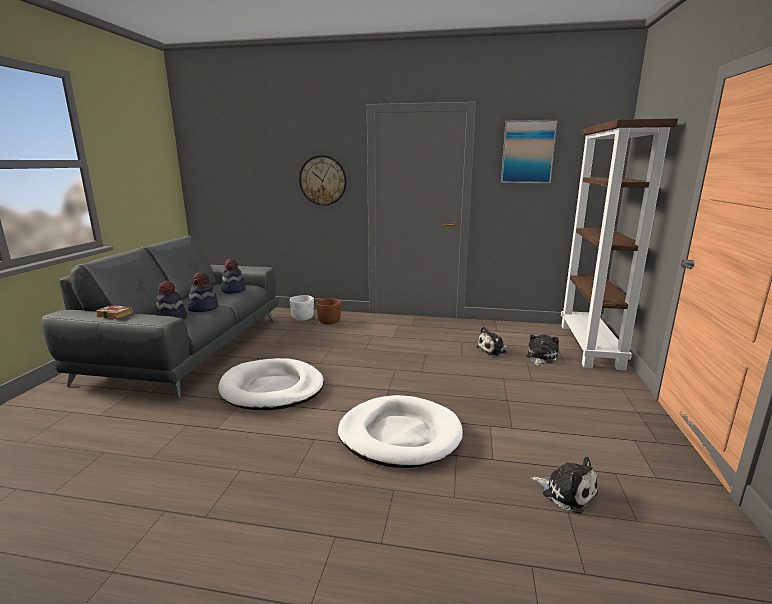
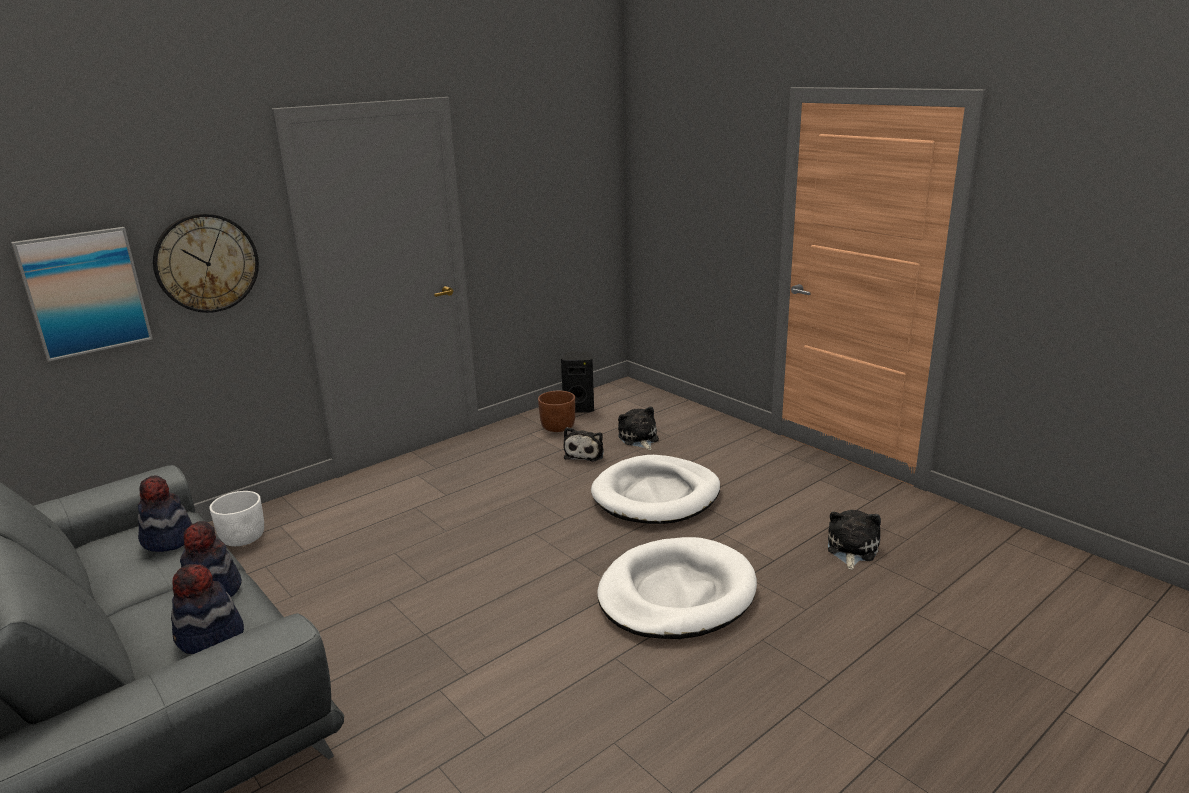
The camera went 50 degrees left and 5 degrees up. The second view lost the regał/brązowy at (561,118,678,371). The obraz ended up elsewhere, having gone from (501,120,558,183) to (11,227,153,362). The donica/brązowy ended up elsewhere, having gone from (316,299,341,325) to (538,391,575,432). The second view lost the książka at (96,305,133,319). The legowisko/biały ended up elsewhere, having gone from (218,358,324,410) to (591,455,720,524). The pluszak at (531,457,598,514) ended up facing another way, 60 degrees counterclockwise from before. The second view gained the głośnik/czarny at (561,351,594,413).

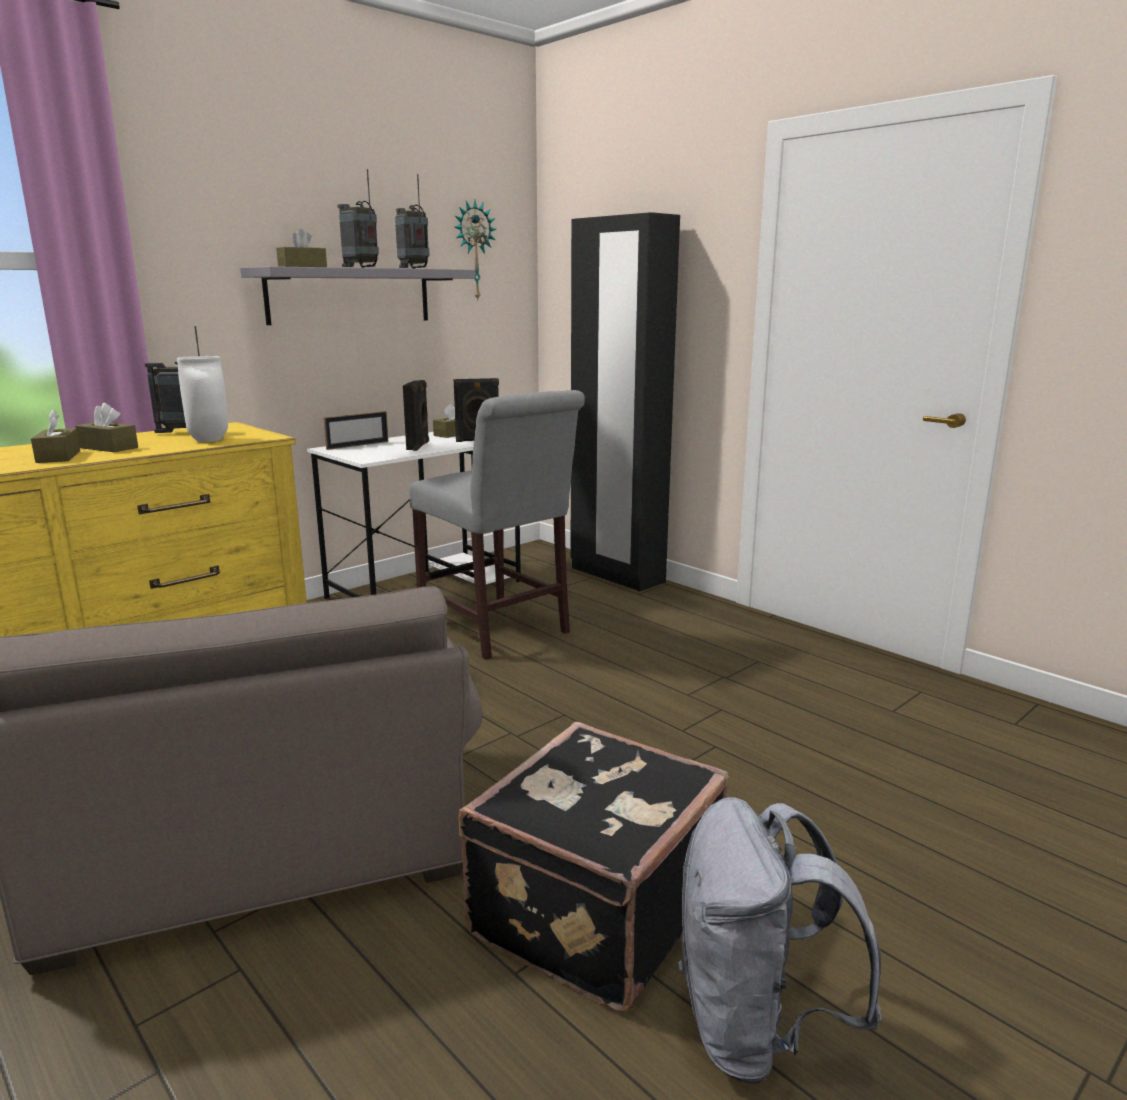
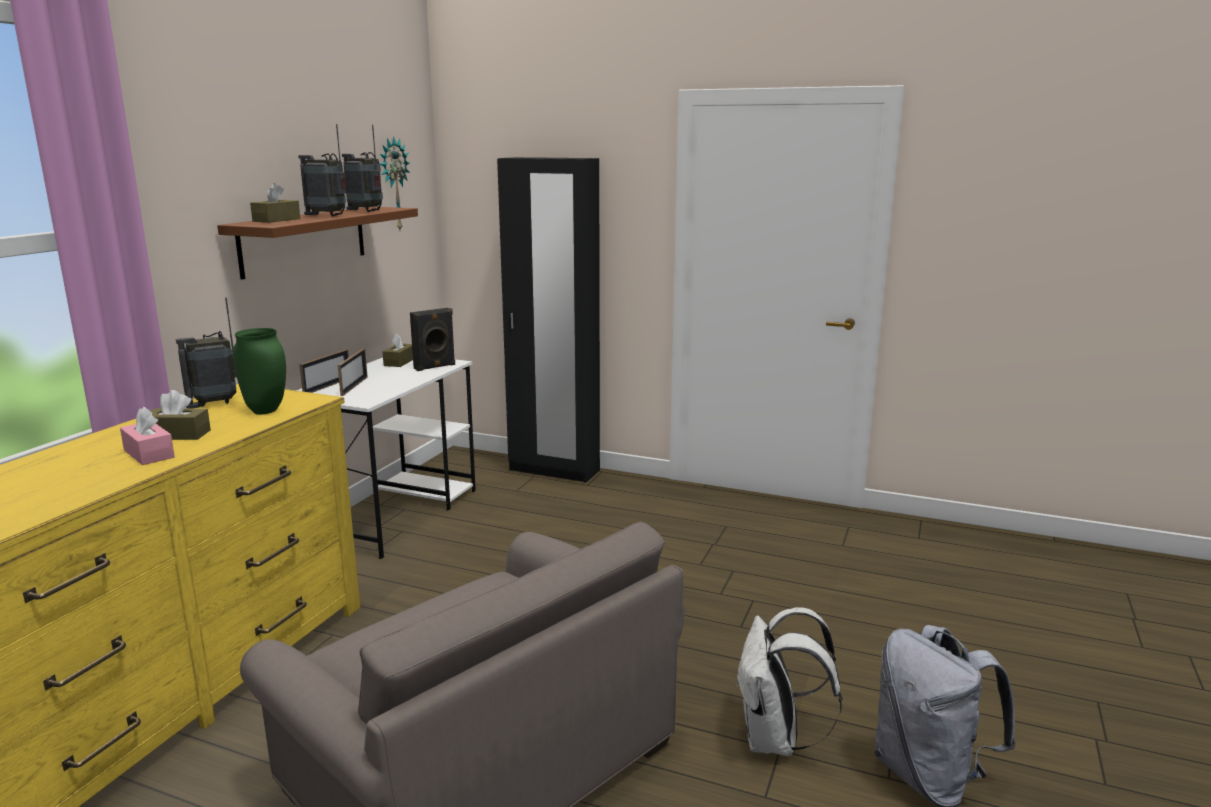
The camera went 25 degrees left and 0 degrees up. What was the półka/szary at (240,266,475,325) turned into the półka/brązowy at (217,207,418,280). What was the wazon/biały at (177,356,228,442) turned into the wazon/zielony at (233,328,286,415). The second view lost the głośnik/czarny at (403,380,429,451). The second view lost the krzesło/szary at (409,390,585,660). What was the pudełko chusteczek/brązowy at (31,409,80,463) turned into the pudełko chusteczek/różowy at (120,407,175,465). Where the walizka/czarny stood at (458,722,729,1013), the plecak/biały came to stand at (735,607,842,756). The second view gained the ramka na zdjęcie at (338,349,368,396).

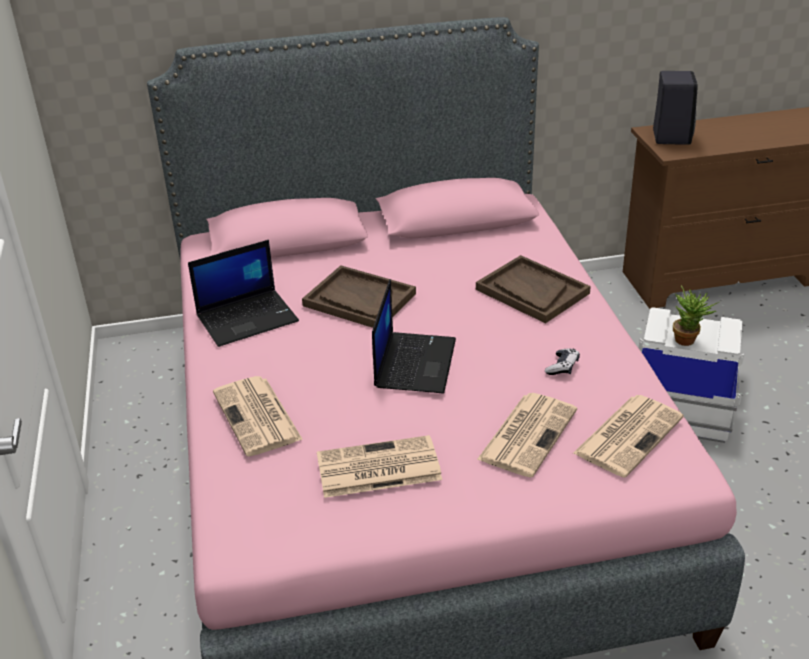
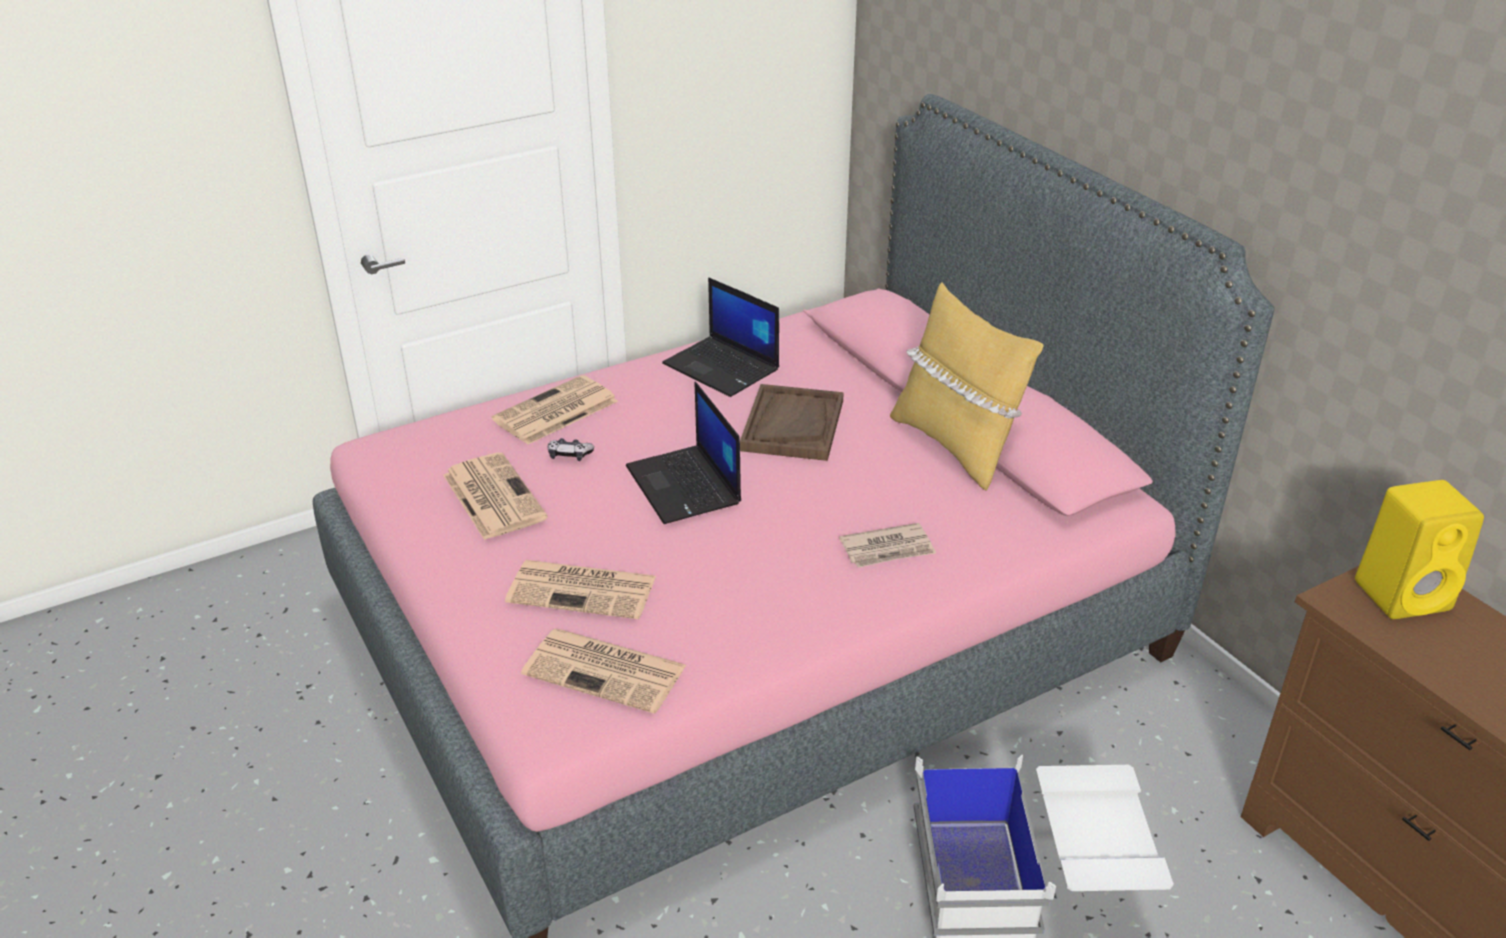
The camera went 70 degrees right and 0 degrees up. What was the głośnik/czarny at (653,71,698,145) turned into the głośnik/żółty at (1355,480,1484,619). Where the taca/brązowy stood at (476,255,591,324), the gazeta came to stand at (839,523,936,568). The laptop at (372,279,456,394) ended up facing another way, 75 degrees clockwise from before. The second view lost the roślina doniczkowa at (673,285,719,346). The pad do gier ended up elsewhere, having gone from (545,349,580,375) to (547,438,594,461). The second view gained the poduszka/żółty at (890,283,1044,491).

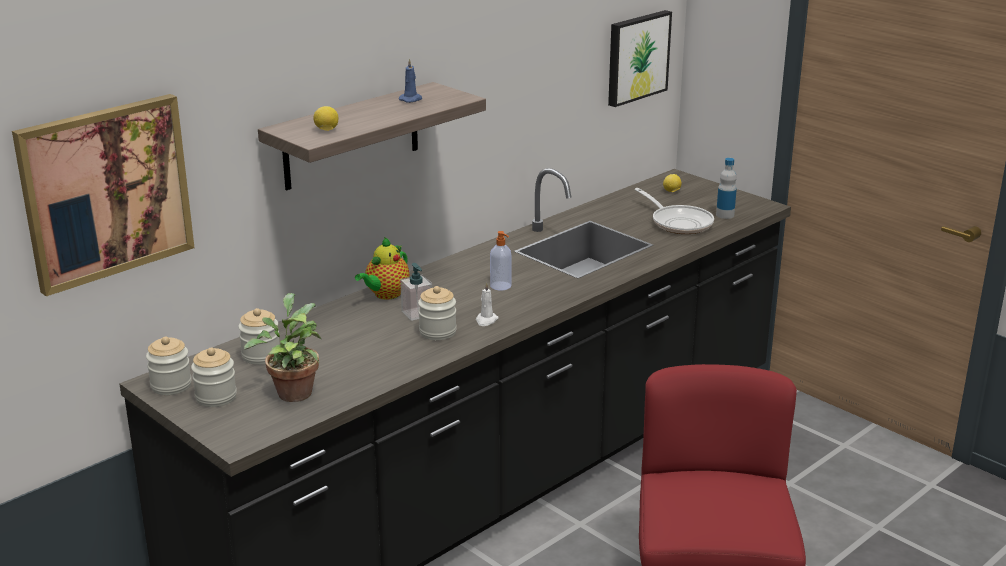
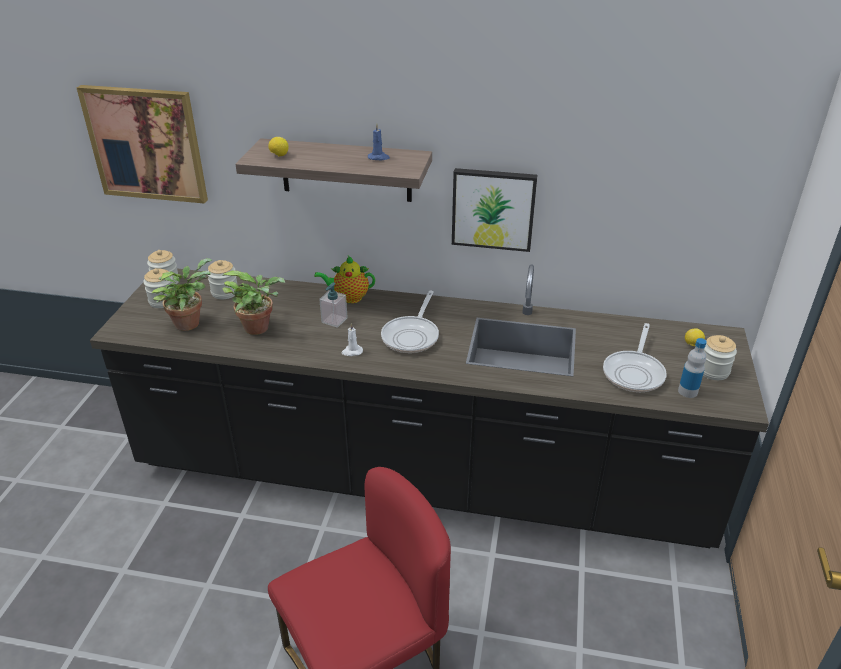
The camera went 55 degrees right and 10 degrees up. The obraz ended up elsewhere, having gone from (608,10,672,107) to (452,168,537,252). Where the dozownik mydła stood at (490,231,512,291), the patelnia came to stand at (381,291,439,353). The słoik ended up elsewhere, having gone from (418,286,457,340) to (703,335,737,380). The second view gained the roślina doniczkowa at (222,270,285,335).

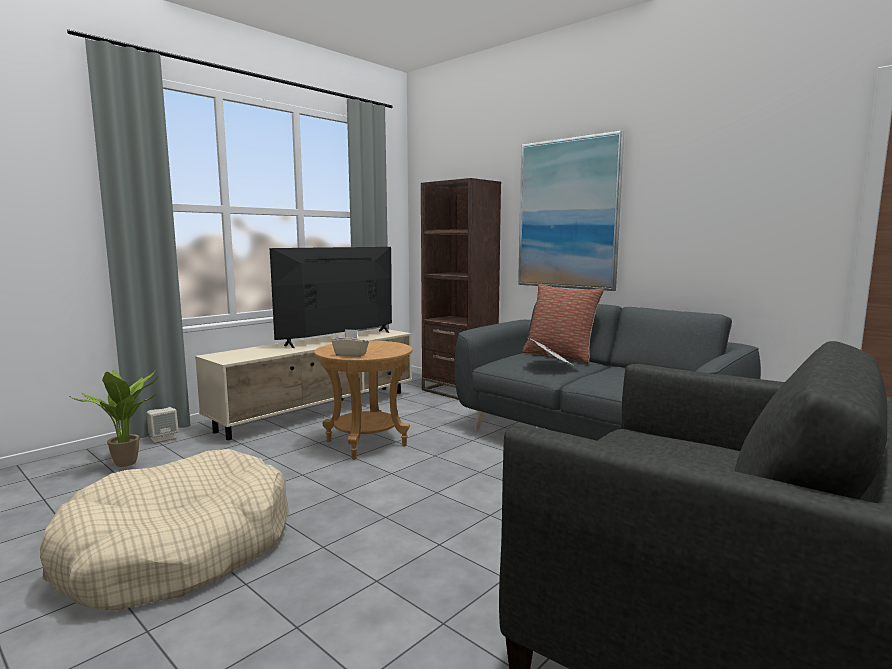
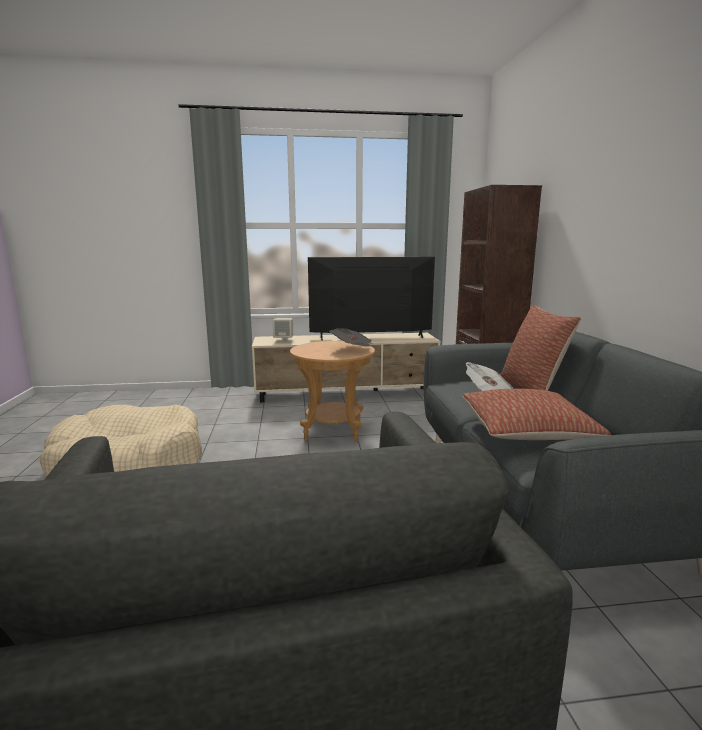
The camera went 40 degrees right and 5 degrees up. The second view lost the obraz at (518,130,624,291). The second view lost the pudełko chusteczek/beżowy at (332,329,369,357). The second view lost the roślina doniczkowa at (68,370,158,467). The głośnik/beżowy ended up elsewhere, having gone from (147,407,179,443) to (273,318,293,342). The second view gained the gazeta at (329,328,373,347). The second view gained the poduszka at (462,389,611,440).

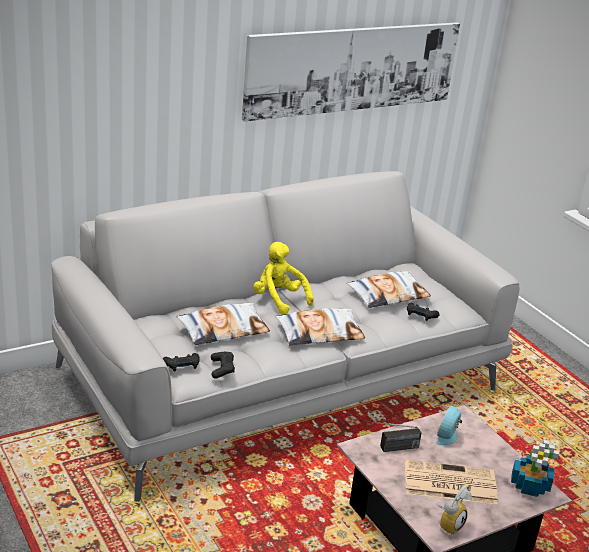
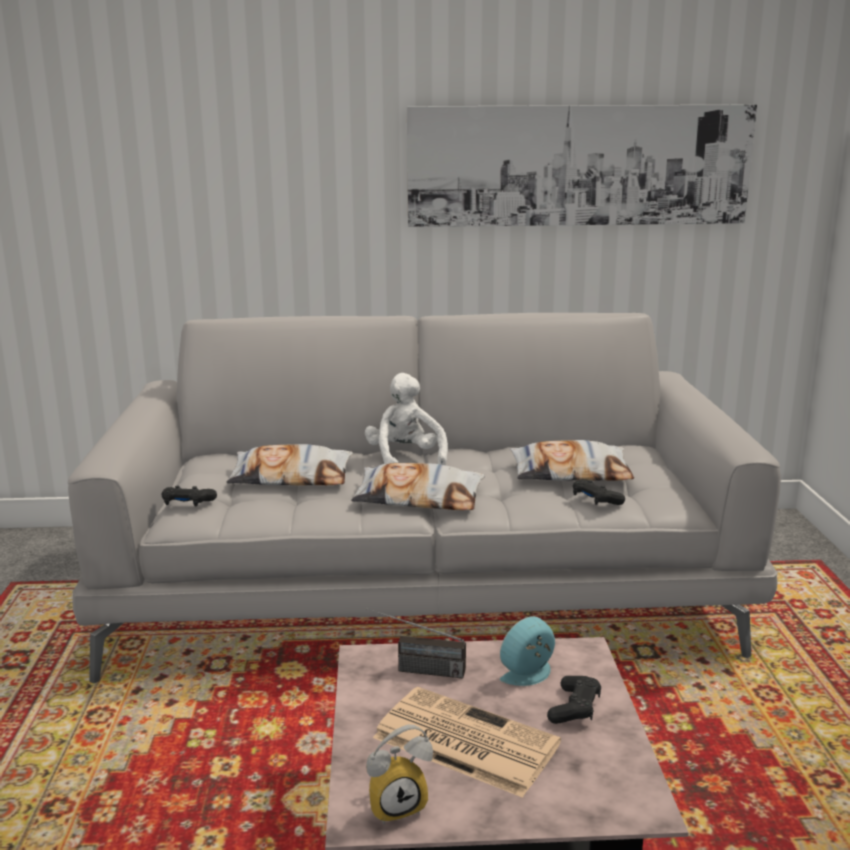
The camera went 30 degrees right and 10 degrees down. What was the pluszak/żółty at (254,242,314,315) turned into the pluszak/biały at (365,373,448,465). The pad do gier/czarny ended up elsewhere, having gone from (211,352,235,379) to (547,676,601,724). The second view lost the roślina doniczkowa at (511,440,559,497).

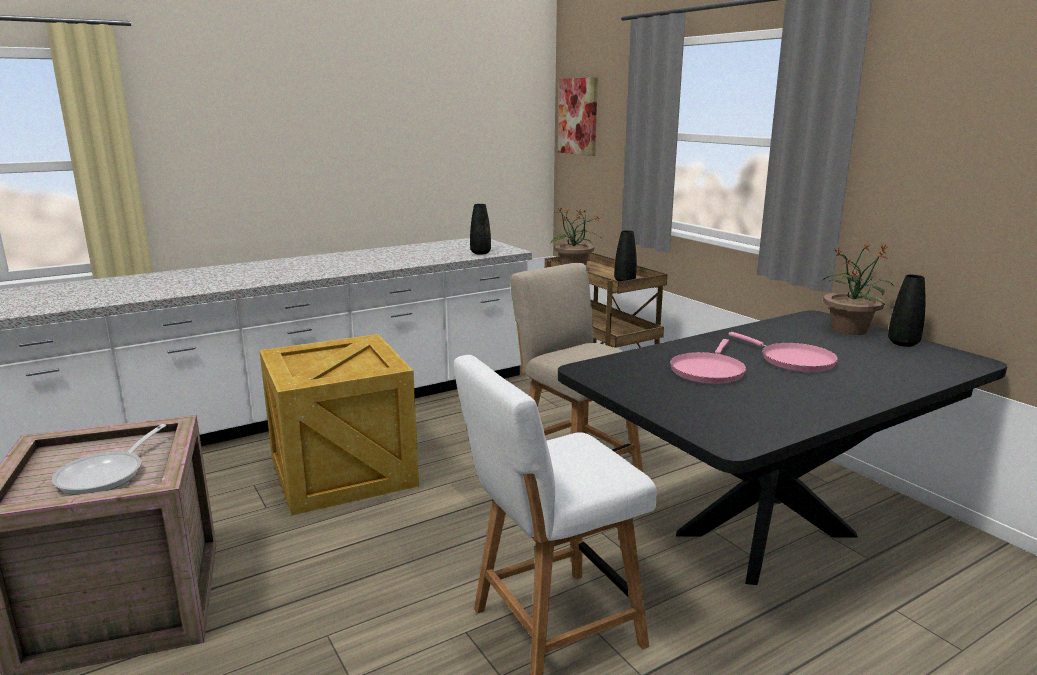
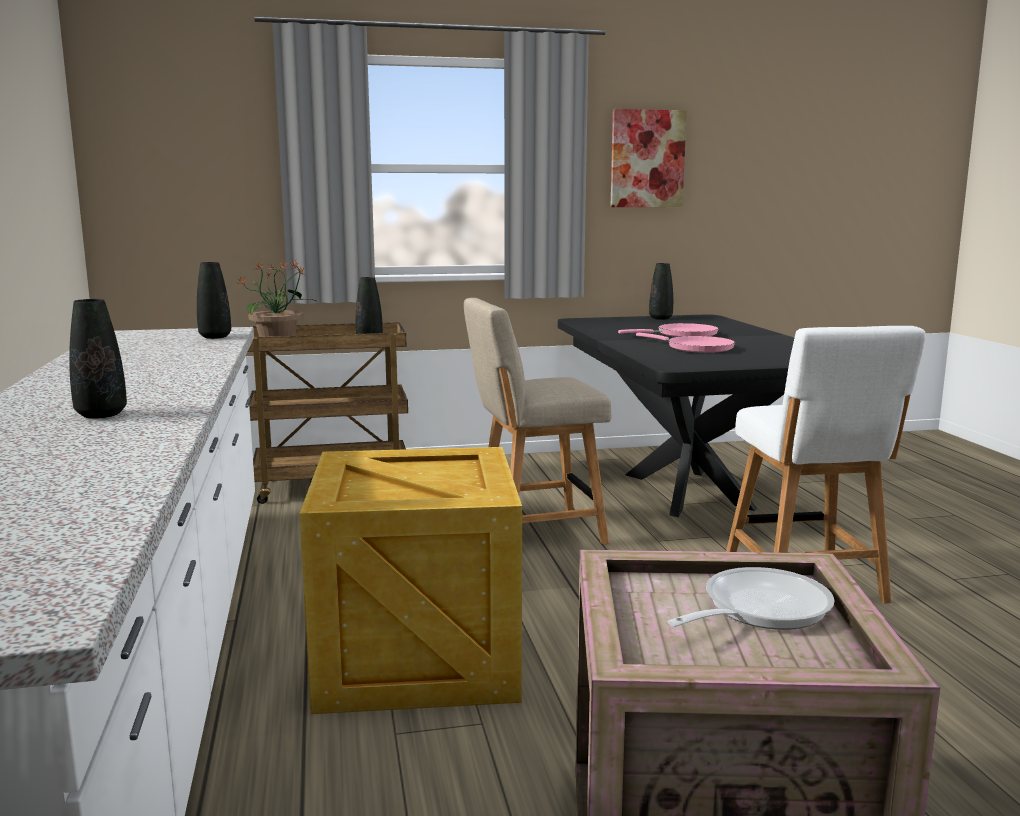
The camera went 70 degrees left and 5 degrees down. The obraz ended up elsewhere, having gone from (558,77,598,156) to (611,109,687,207). The second view lost the roślina doniczkowa at (823,241,893,335). The patelnia at (52,424,166,495) ended up facing another way, 75 degrees counterclockwise from before. The second view gained the wazon/czarny at (69,299,127,419).

